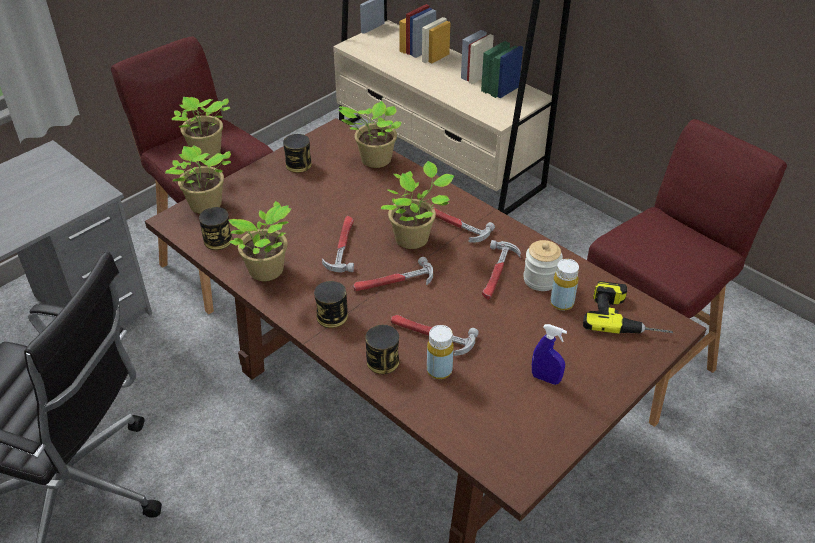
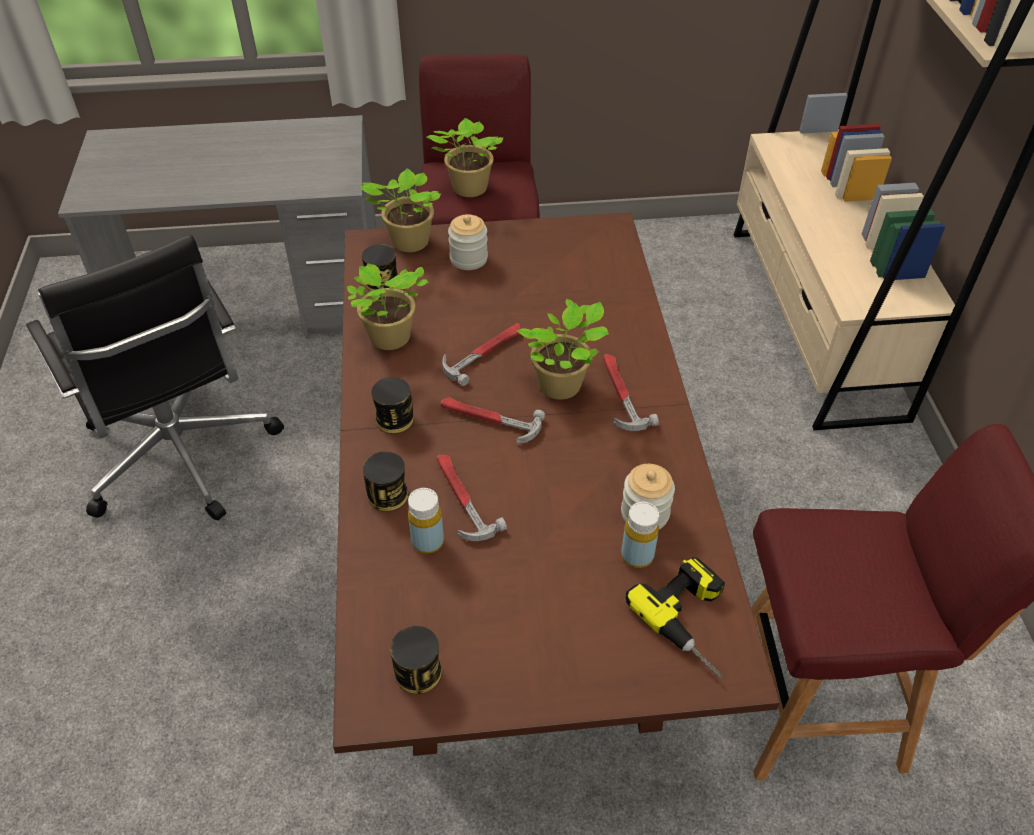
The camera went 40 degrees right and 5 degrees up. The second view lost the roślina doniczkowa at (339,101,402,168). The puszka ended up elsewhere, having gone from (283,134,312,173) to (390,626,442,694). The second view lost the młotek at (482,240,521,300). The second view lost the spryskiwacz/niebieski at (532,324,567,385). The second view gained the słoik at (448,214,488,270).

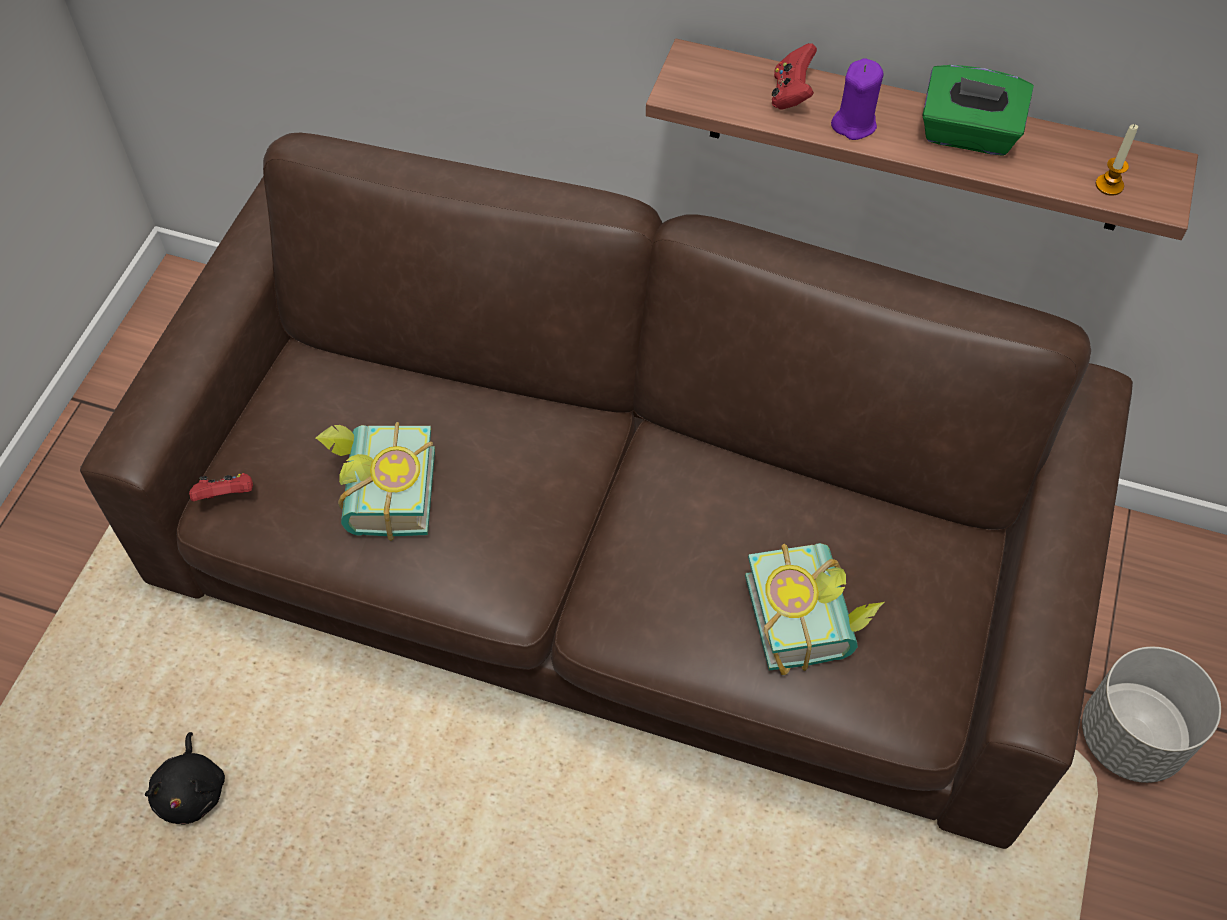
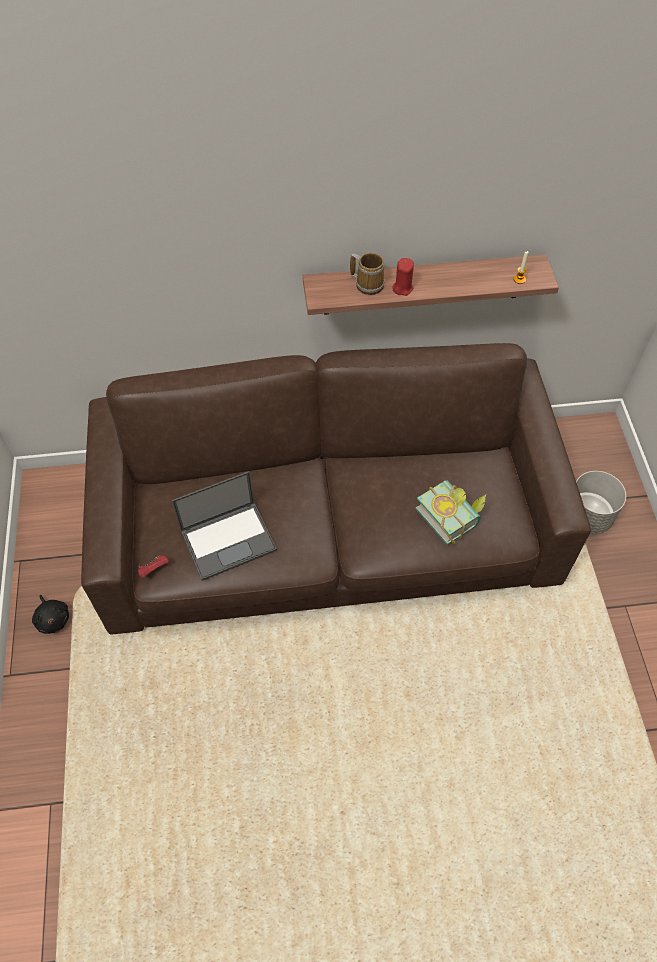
The camera went 25 degrees left and 0 degrees up. Where the pad do gier/czerwony stood at (772,43,817,110), the kubek came to stand at (350,252,384,295). What was the świeca/fioletowy at (831,58,884,140) turned into the świeca/czerwony at (392,258,414,296). The second view lost the pudełko chusteczek/zielony at (922,65,1034,156). Where the książka stood at (316,422,435,541), the laptop came to stand at (172,471,277,581). The pluszak/czarny ended up elsewhere, having gone from (145,732,225,825) to (32,595,69,634).

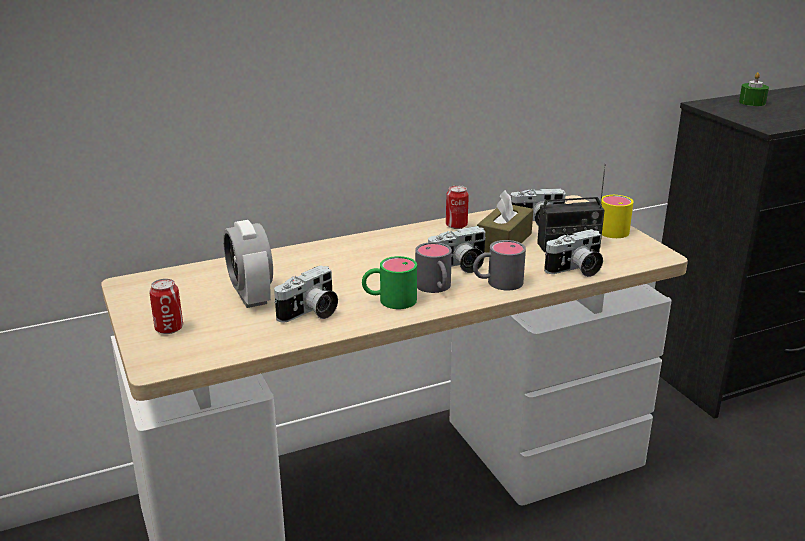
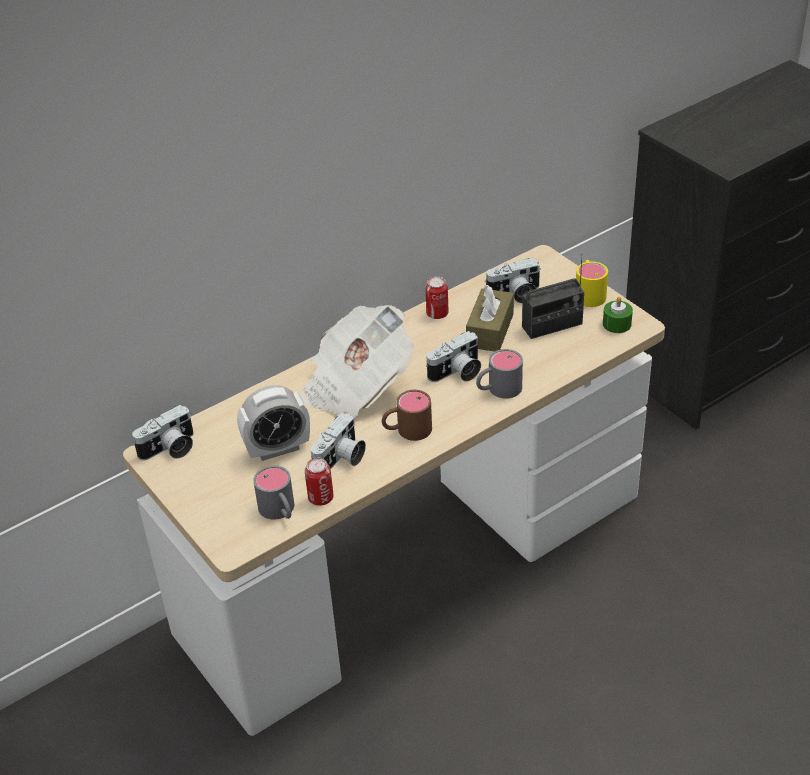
The camera went 10 degrees left and 15 degrees up. The świeca/zielony ended up elsewhere, having gone from (739,72,769,106) to (603,297,633,333). The budzik at (223,220,273,308) ended up facing another way, 75 degrees counterclockwise from before. The aparat fotograficzny ended up elsewhere, having gone from (544,229,603,277) to (132,405,194,460). The kubek/szary ended up elsewhere, having gone from (415,242,452,293) to (253,466,294,520). What was the kubek/zielony at (362,256,417,309) turned into the kubek/brązowy at (382,390,432,441). The puszka ended up elsewhere, having gone from (149,279,183,334) to (305,458,334,506). The second view gained the gazeta at (300,305,414,418).

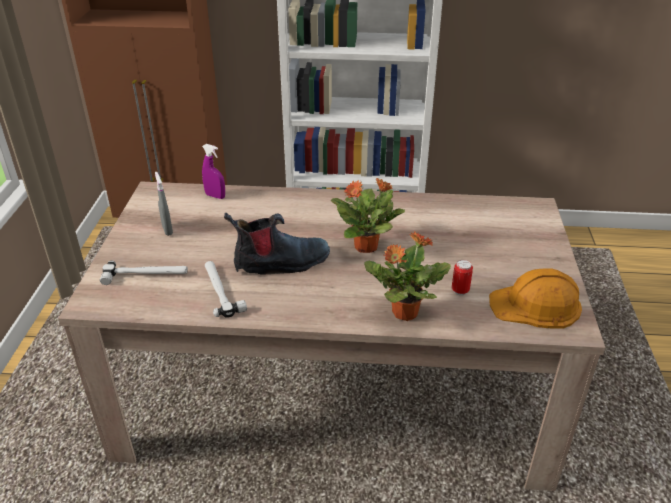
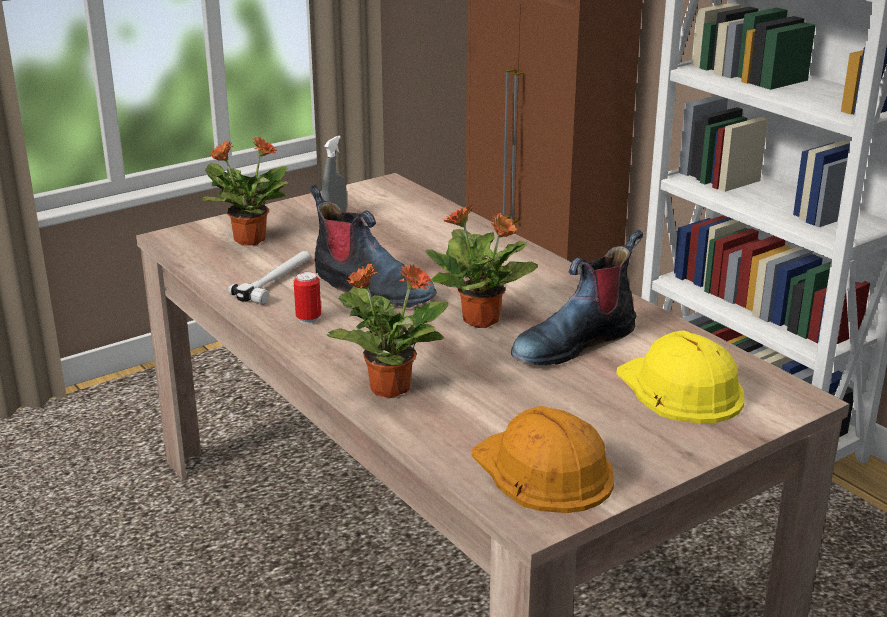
The camera went 50 degrees right and 10 degrees down. The second view lost the spryskiwacz/fioletowy at (202,144,225,199). Where the młotek stood at (100,260,188,285), the roślina doniczkowa came to stand at (201,137,288,246). The puszka ended up elsewhere, having gone from (452,260,473,296) to (294,271,321,324). The second view gained the but z cholewką at (511,230,643,365). The second view gained the kask/żółty at (616,330,744,424).

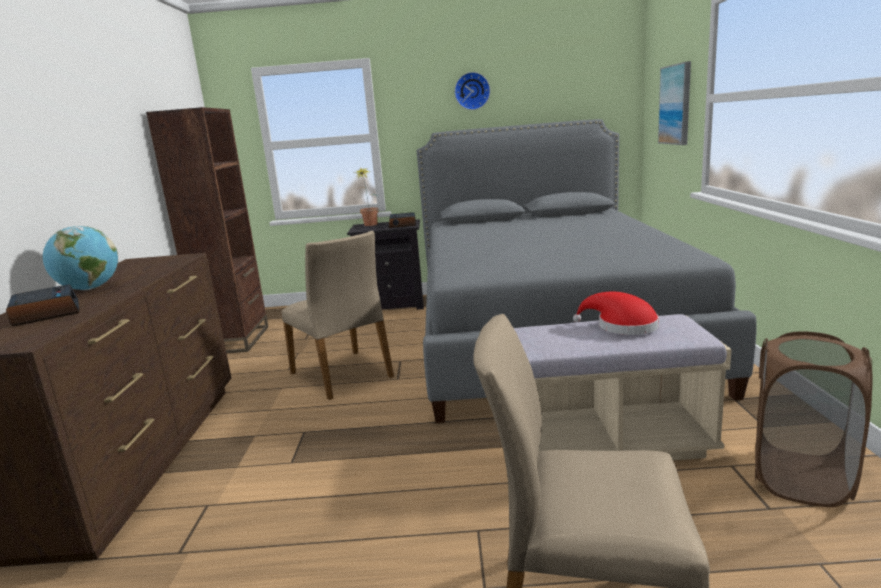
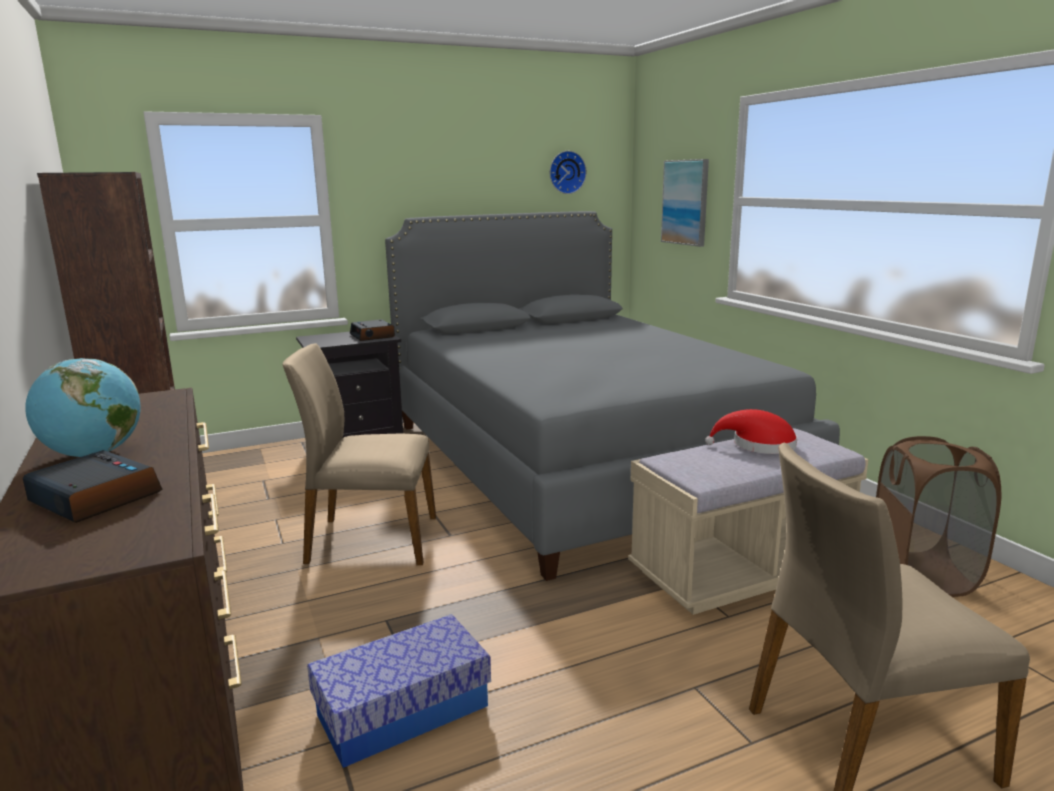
The camera went 25 degrees left and 0 degrees up. The zegar ścienny ended up elsewhere, having gone from (454,72,490,110) to (550,151,587,194). The second view lost the roślina doniczkowa at (354,168,378,226). The krzesło/beżowy at (282,231,394,400) ended up facing another way, 150 degrees clockwise from before. The second view gained the pojemnik do przechowywania at (307,614,491,768).

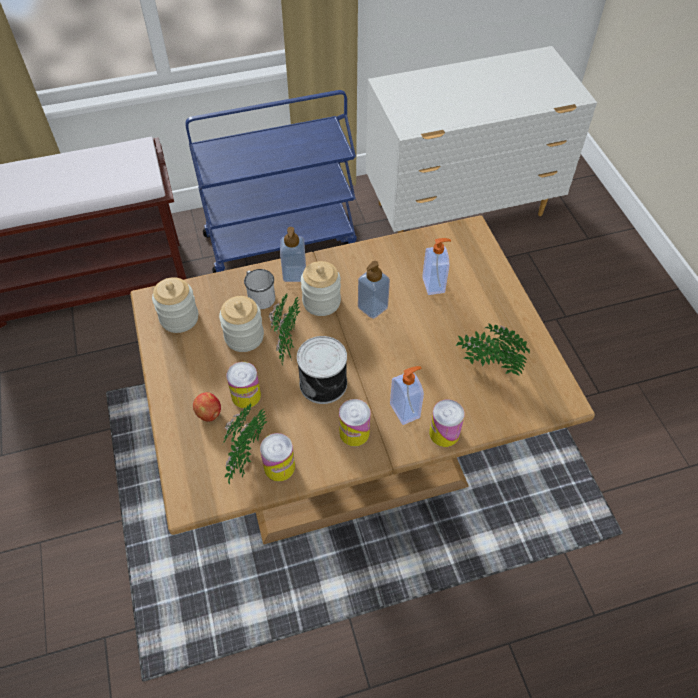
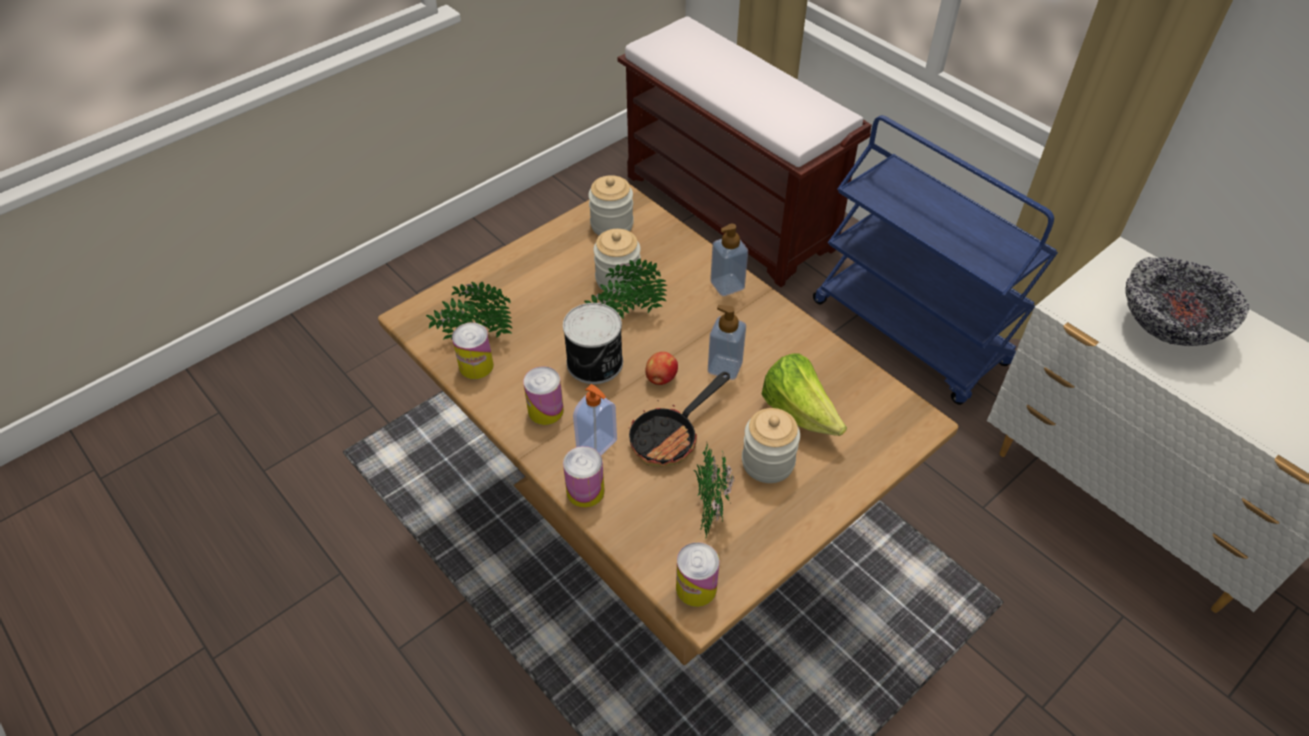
The camera went 65 degrees right and 5 degrees down. Where the dozownik mydła stood at (422,238,451,295), the sałata came to stand at (762,353,847,436). The słoik ended up elsewhere, having gone from (301,261,341,316) to (742,408,800,483). The second view lost the kubek/biały at (244,269,275,309). The puszka ended up elsewhere, having gone from (226,362,261,408) to (676,542,719,607). The jabłko ended up elsewhere, having gone from (193,392,221,422) to (645,352,678,385). The second view gained the miska at (1125,257,1249,346). The second view gained the patelnia at (629,372,730,467).

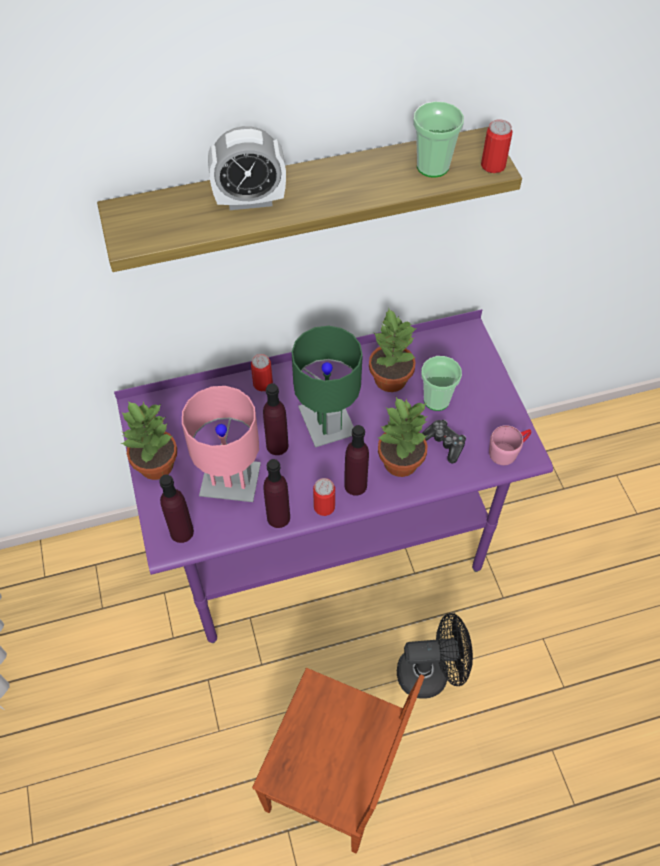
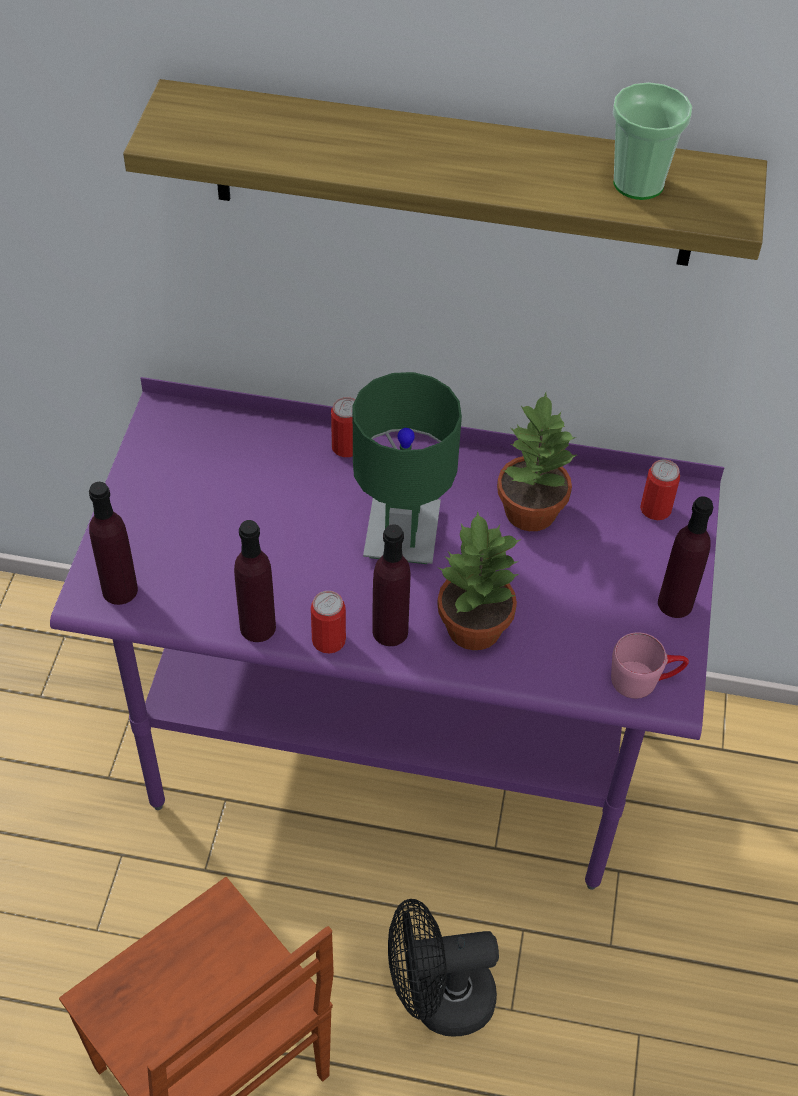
The camera went 25 degrees right and 5 degrees down. The puszka ended up elsewhere, having gone from (481,119,512,173) to (640,459,680,520). The second view lost the budzik at (208,126,286,210). The second view lost the filiżanka at (421,356,462,411). The butelka/fioletowy ended up elsewhere, having gone from (263,383,288,455) to (658,496,713,618). The second view lost the lampa stołowa/różowy at (182,386,261,502). The second view lost the roślina doniczkowa at (120,401,177,480). The second view lost the pad do gier at (422,420,466,463). The wentylator/czarny at (397,613,473,699) ended up facing another way, 150 degrees clockwise from before.

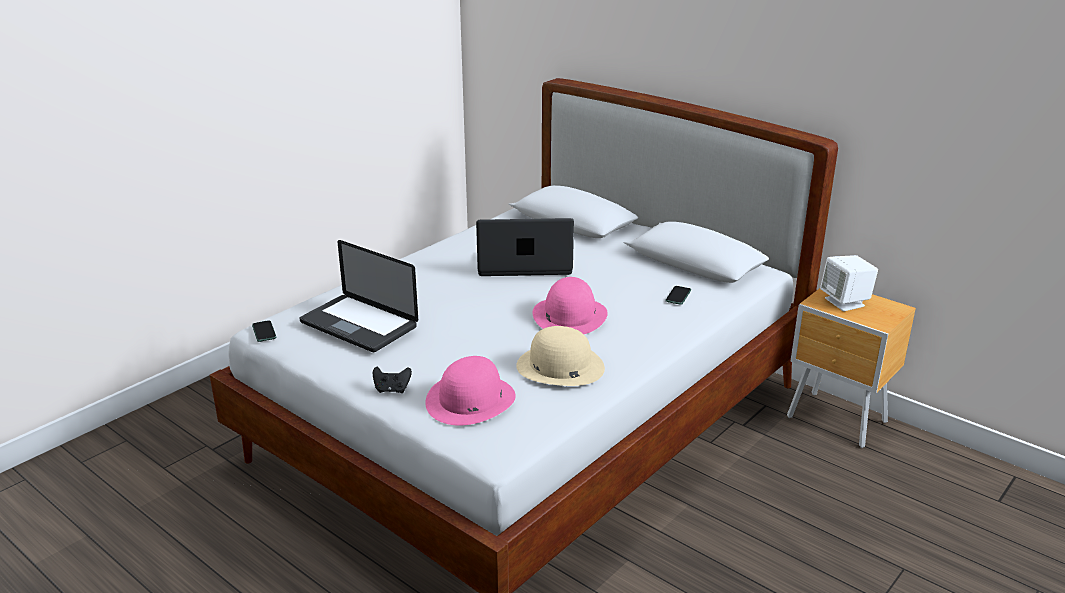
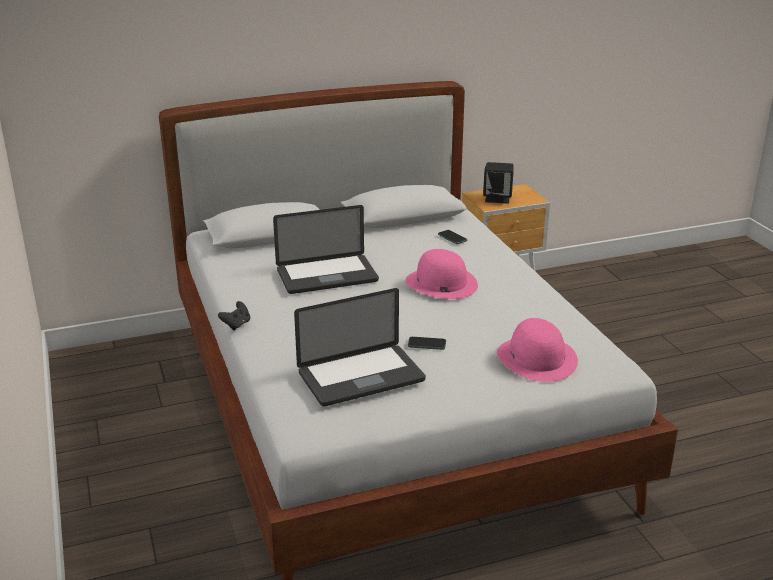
The camera went 60 degrees left and 0 degrees up. The laptop at (476,218,574,276) ended up facing another way, 135 degrees counterclockwise from before. What was the głośnik/biały at (820,255,878,311) turned into the głośnik/czarny at (483,162,514,204). The telefon ended up elsewhere, having gone from (252,320,276,342) to (408,337,446,350). The second view lost the kapelusz/beżowy at (516,326,605,386). The pad do gier/czarny ended up elsewhere, having gone from (373,367,412,393) to (218,301,250,330).

